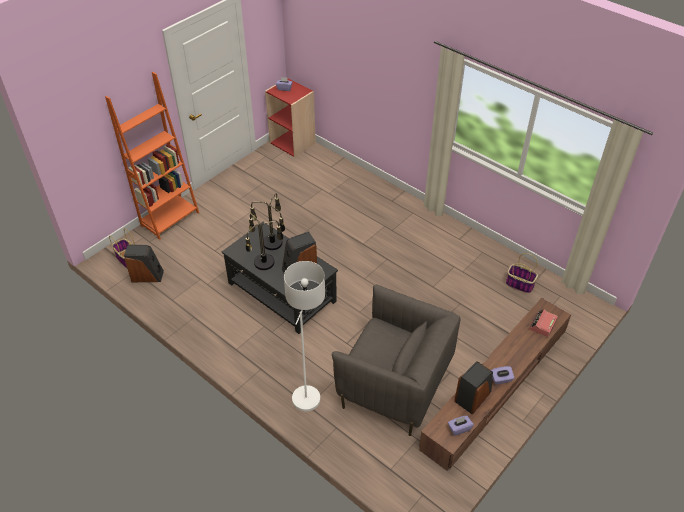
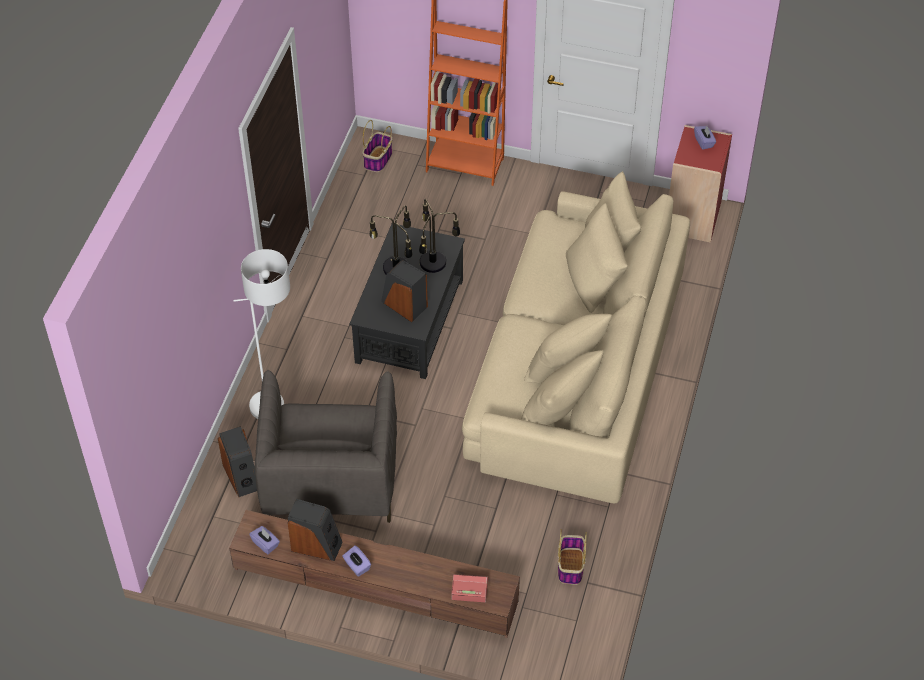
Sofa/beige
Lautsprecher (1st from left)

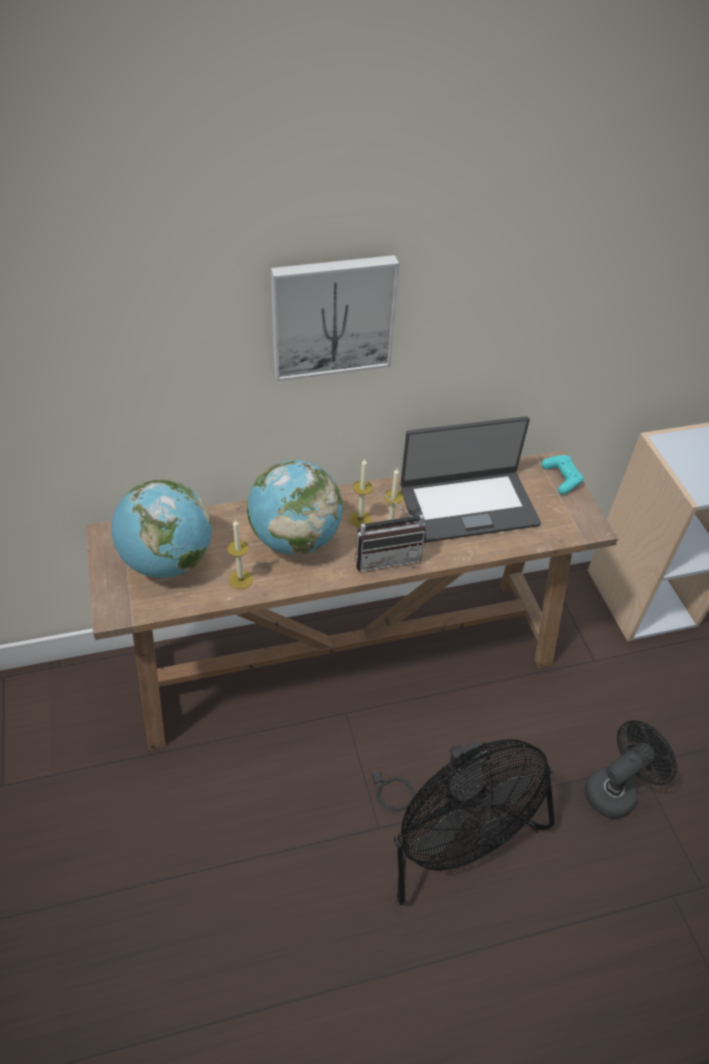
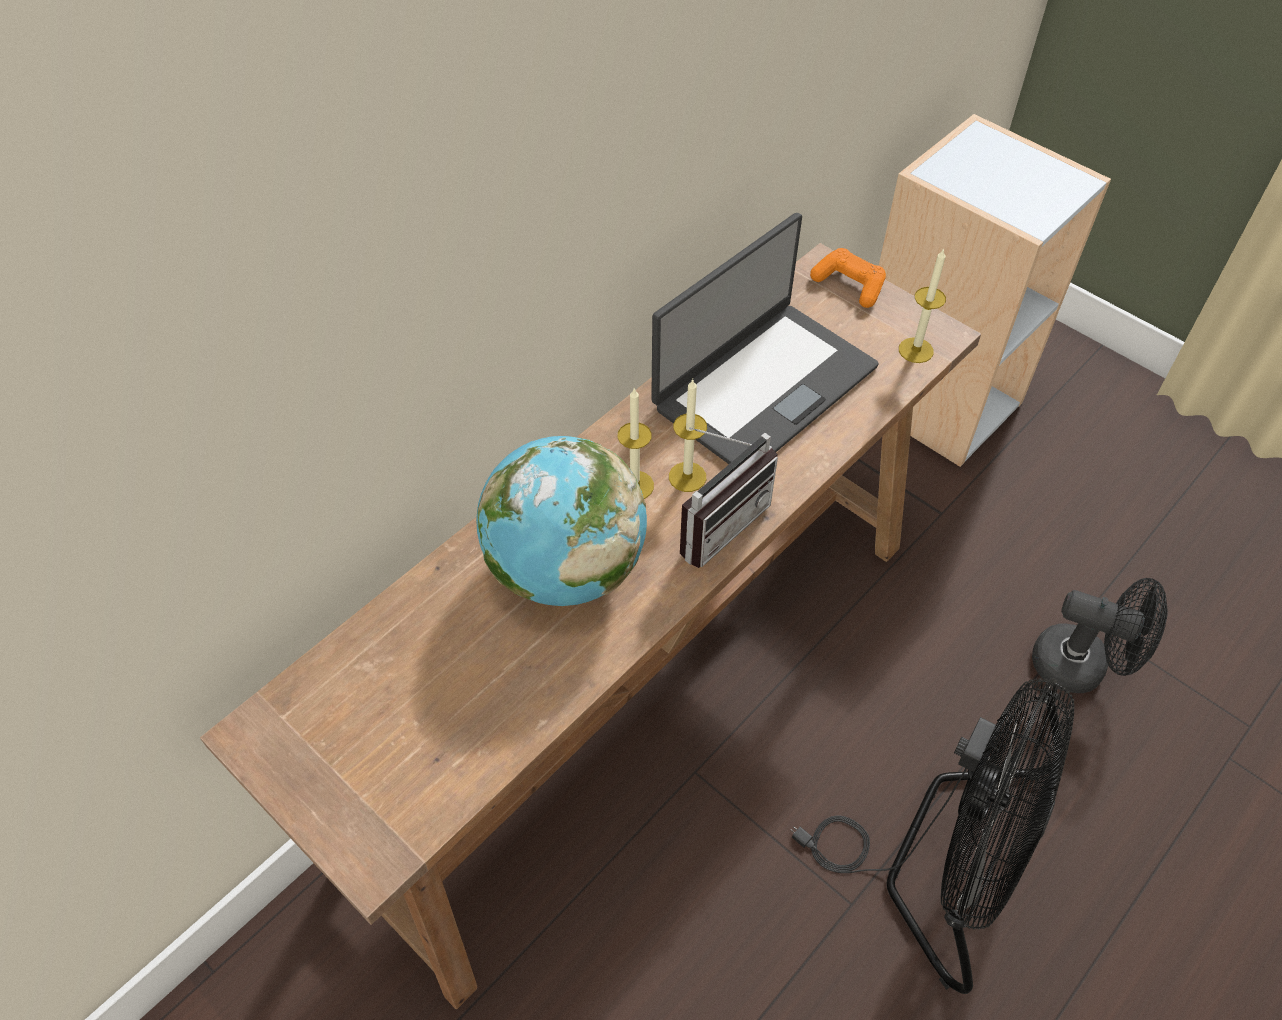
Globus (1st from left in the first image)
Bild
Kerze (3rd from left)
Gamepad/orange
Ventilator/schwarz (2nd from left)

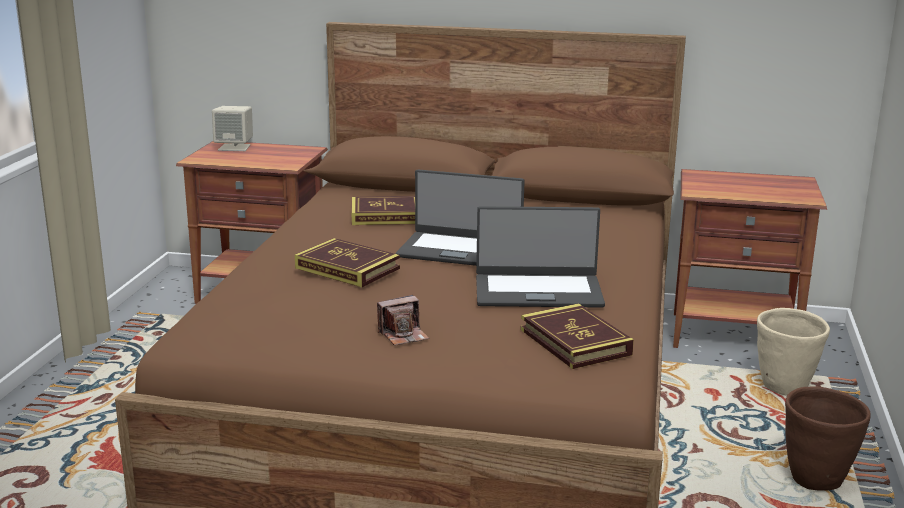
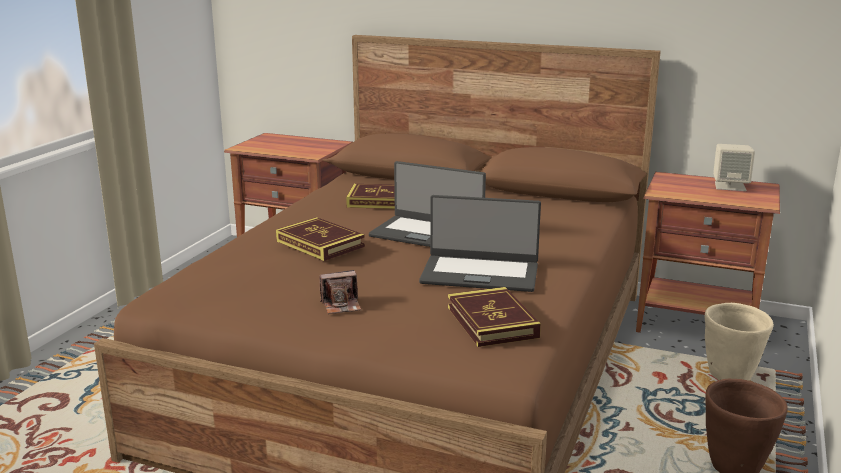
Lautsprecher/beige

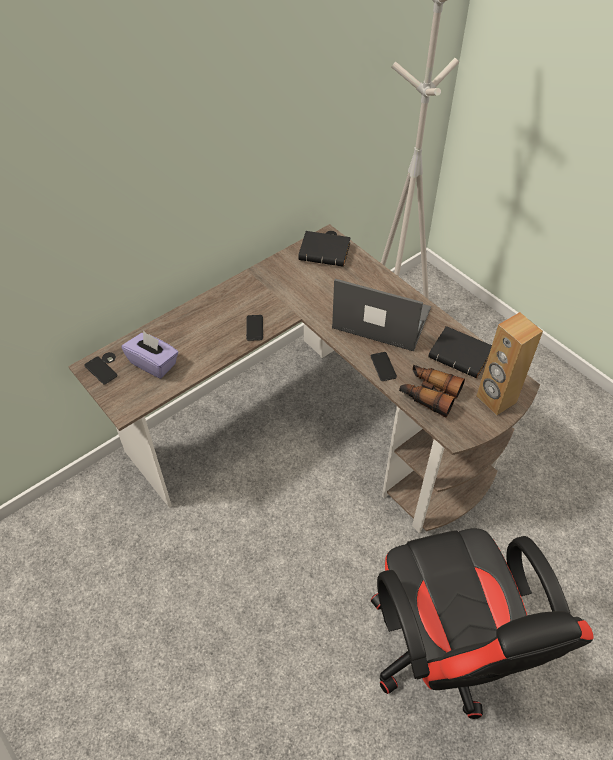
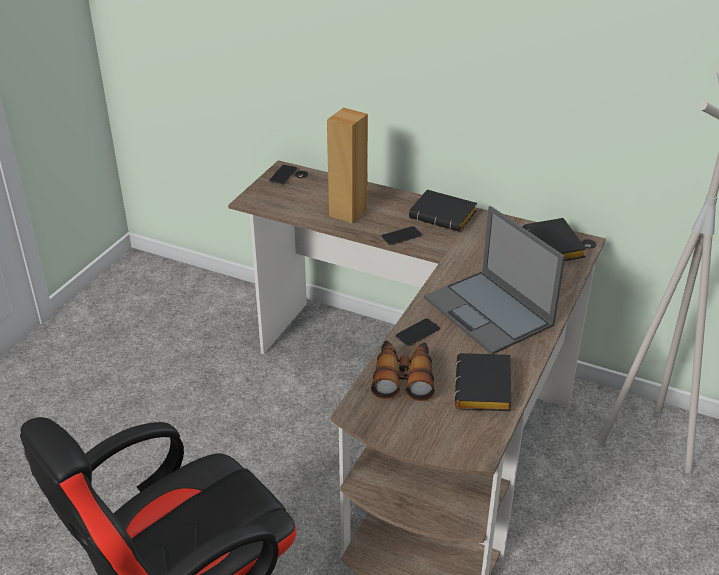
Taschentuchbox/lila
Buch/schwarz (1st from left)
Lautsprecher/braun
Laptop

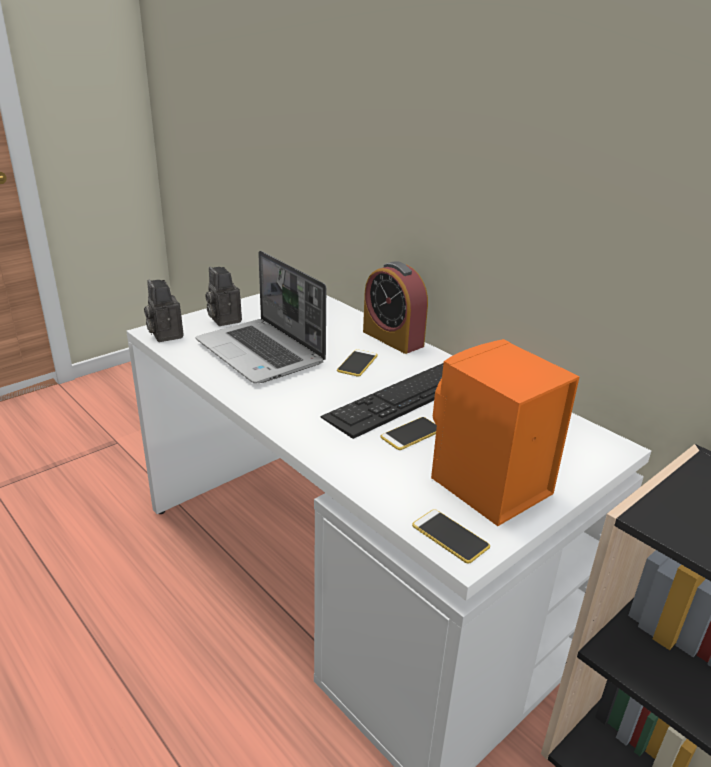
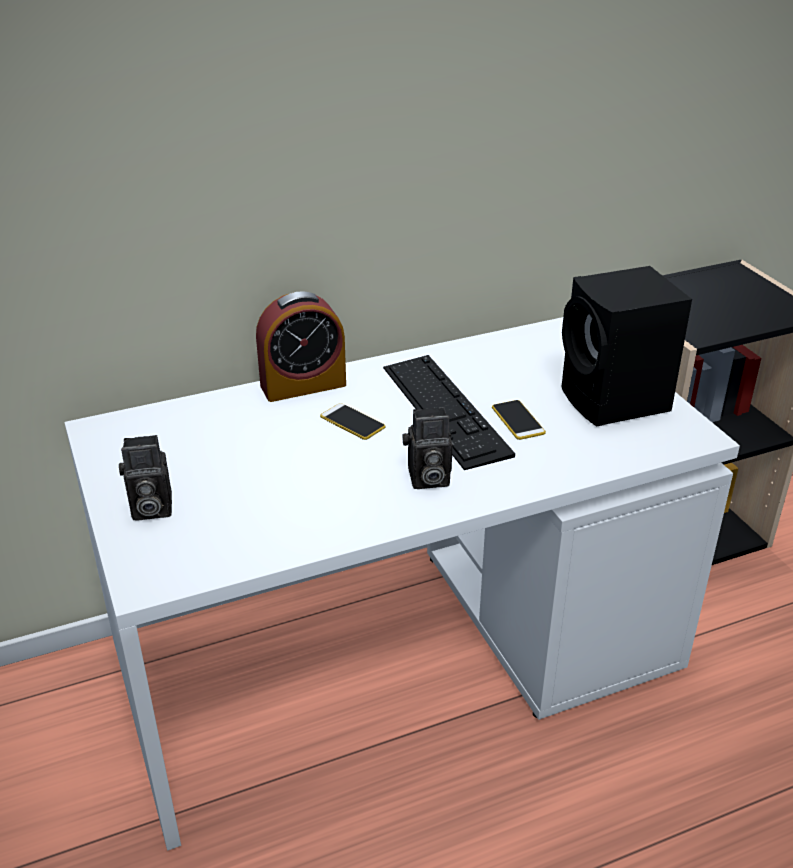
Laptop
Handy (3rd from left in the first image)
Kamera (2nd from left)
Lautsprecher/schwarz

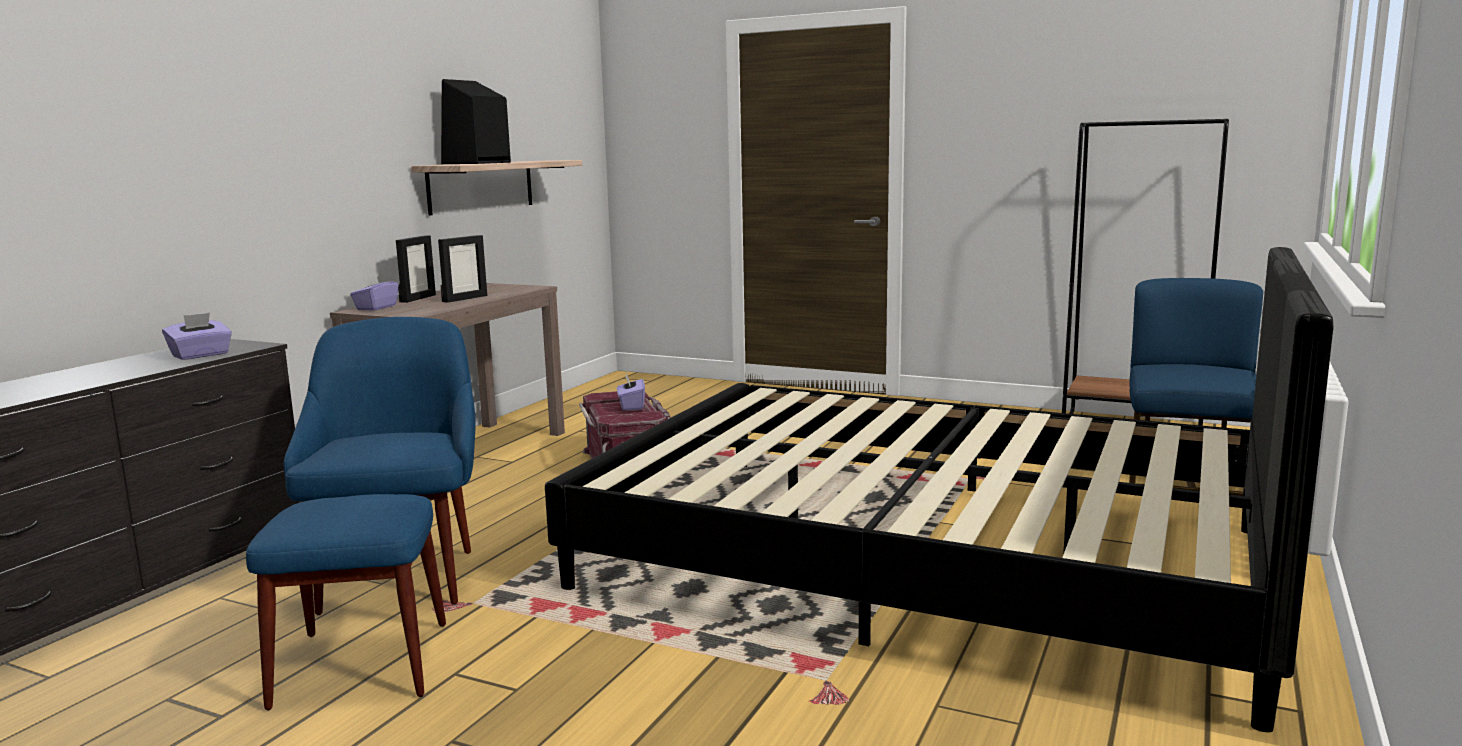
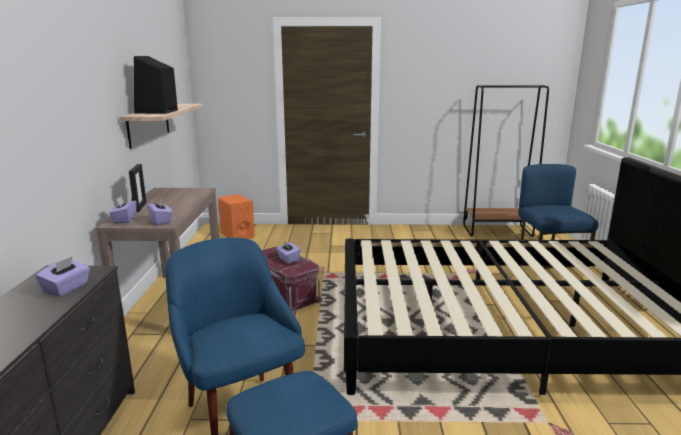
Bilderrahmen (2nd from left in the first image)
Taschentuchbox/lila (3rd from left)
Lautsprecher/orange

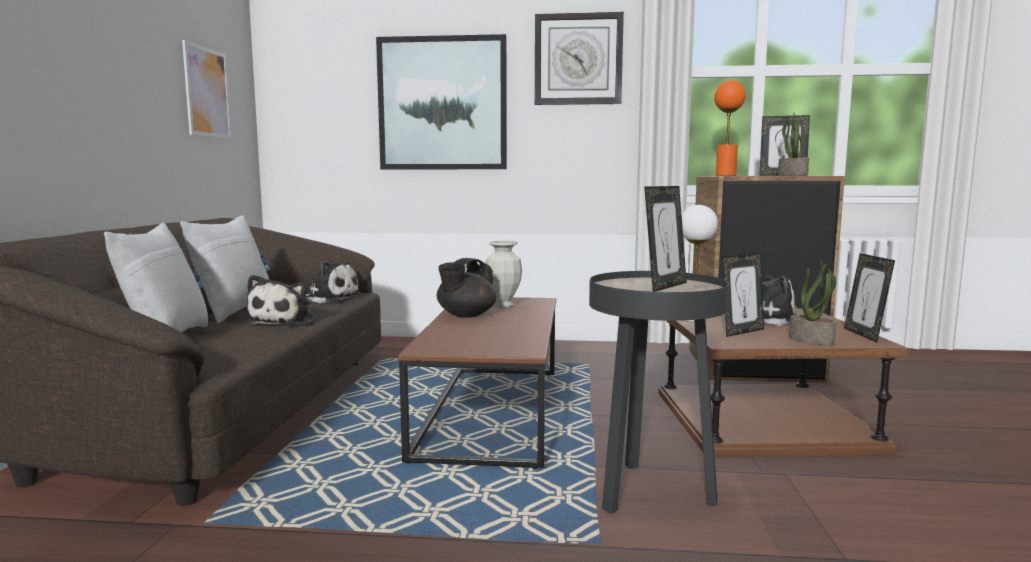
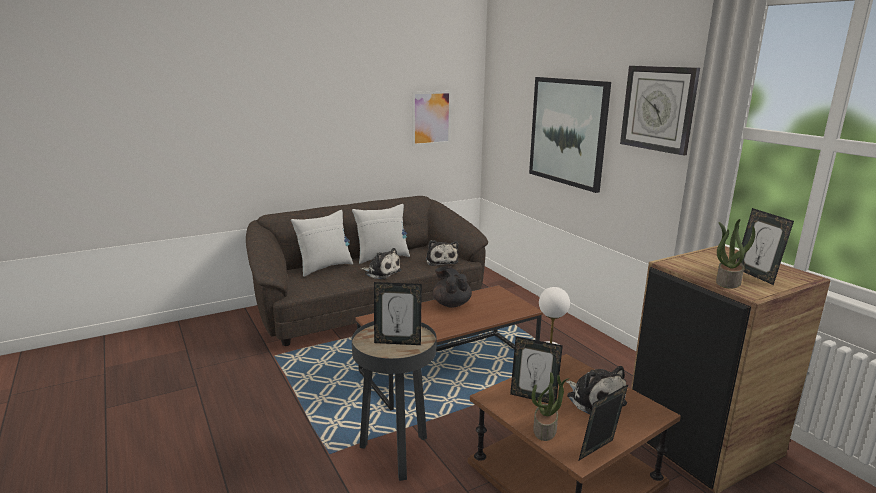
Vase
Tischlampe/orange
Plüschtier (1st from left)
Teekanne/schwarz

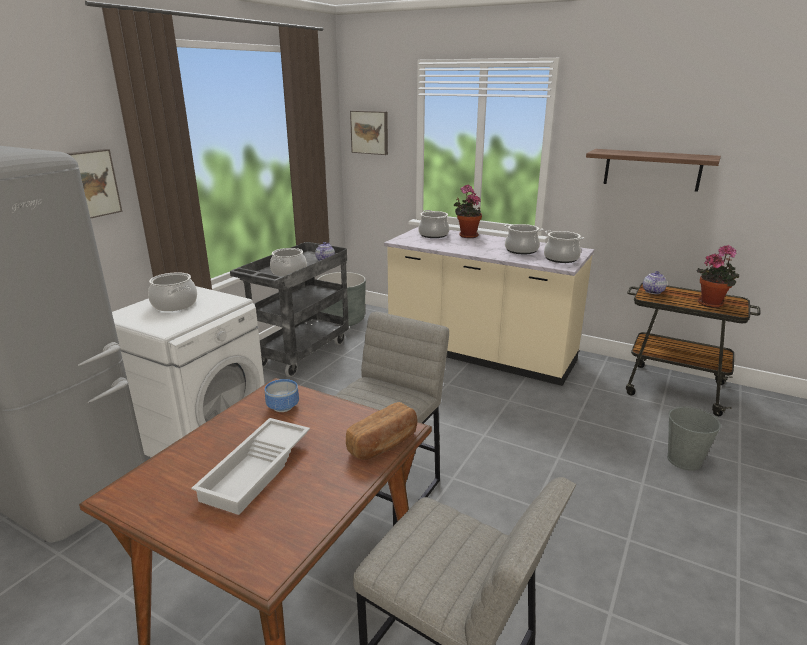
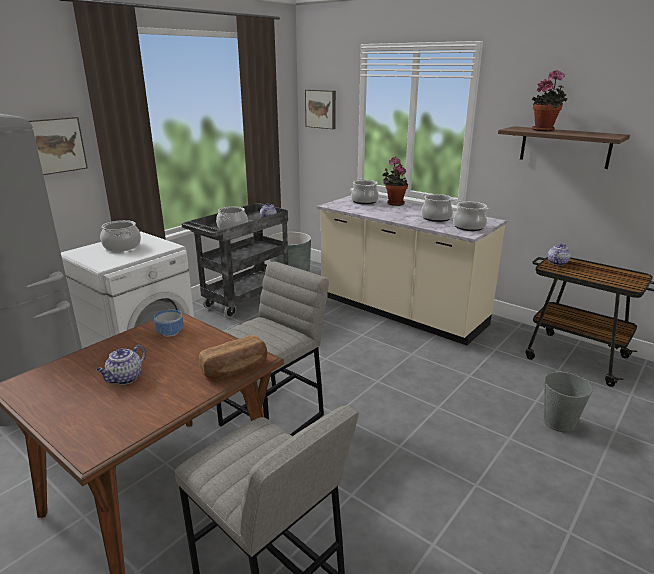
Topfpflanze (2nd from left)
Teekanne (1st from left)

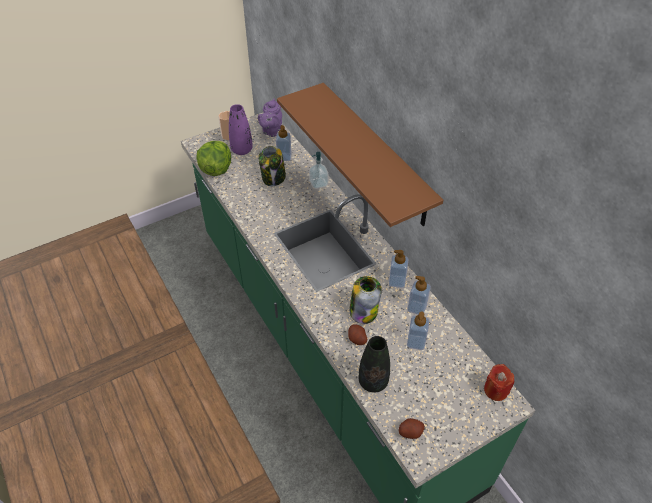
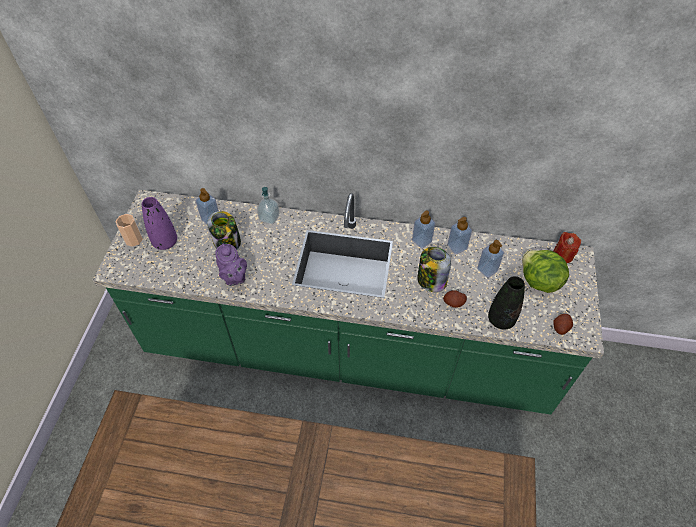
Wandregal/braun
Salatkopf
Teekanne/lila

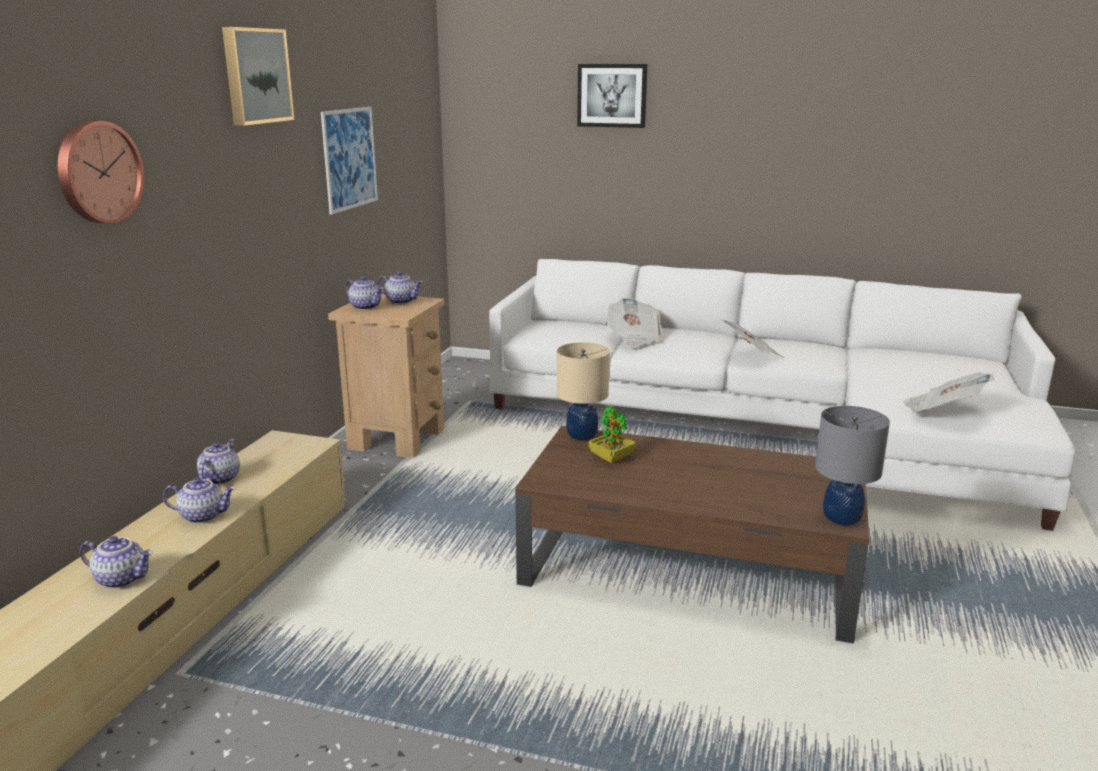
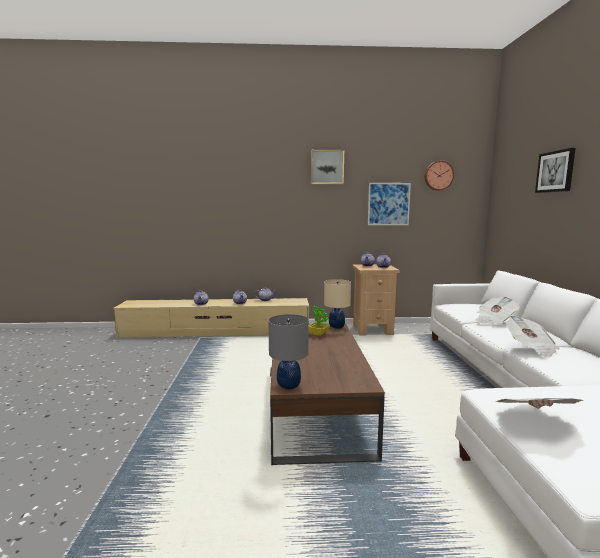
Wanduhr

